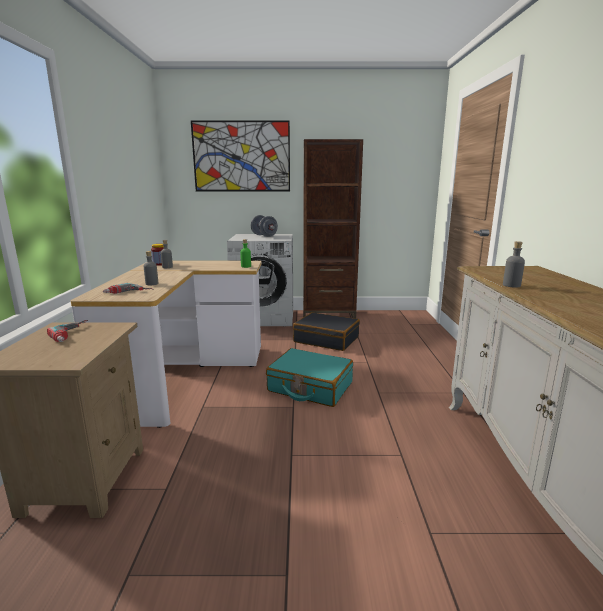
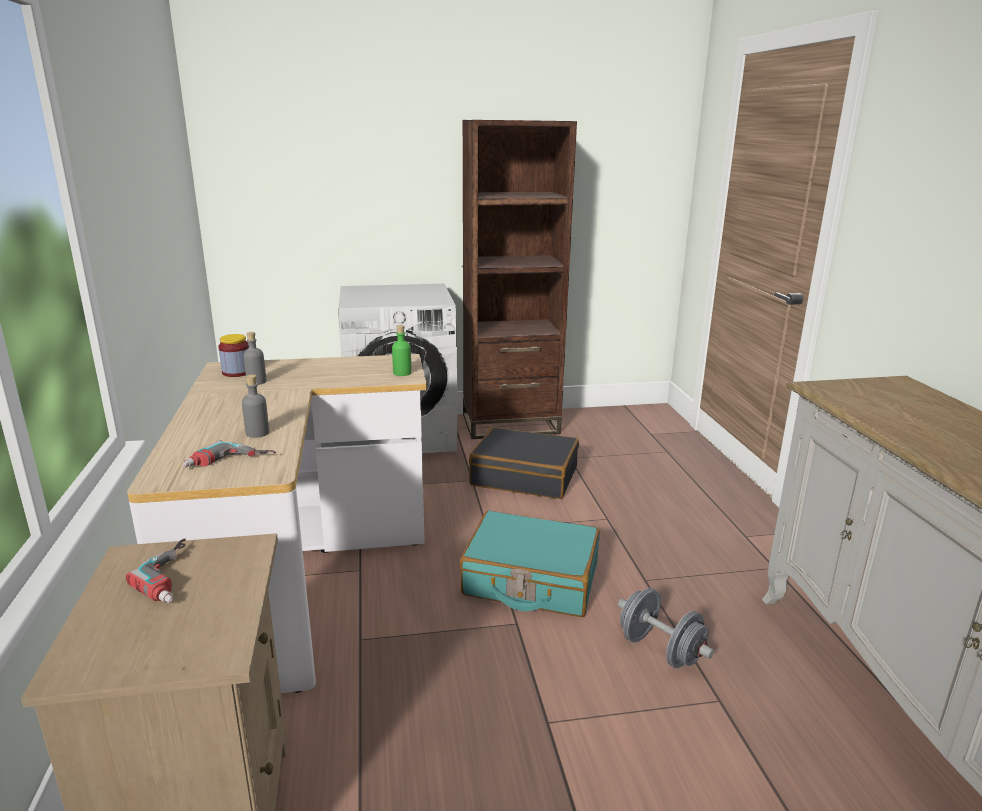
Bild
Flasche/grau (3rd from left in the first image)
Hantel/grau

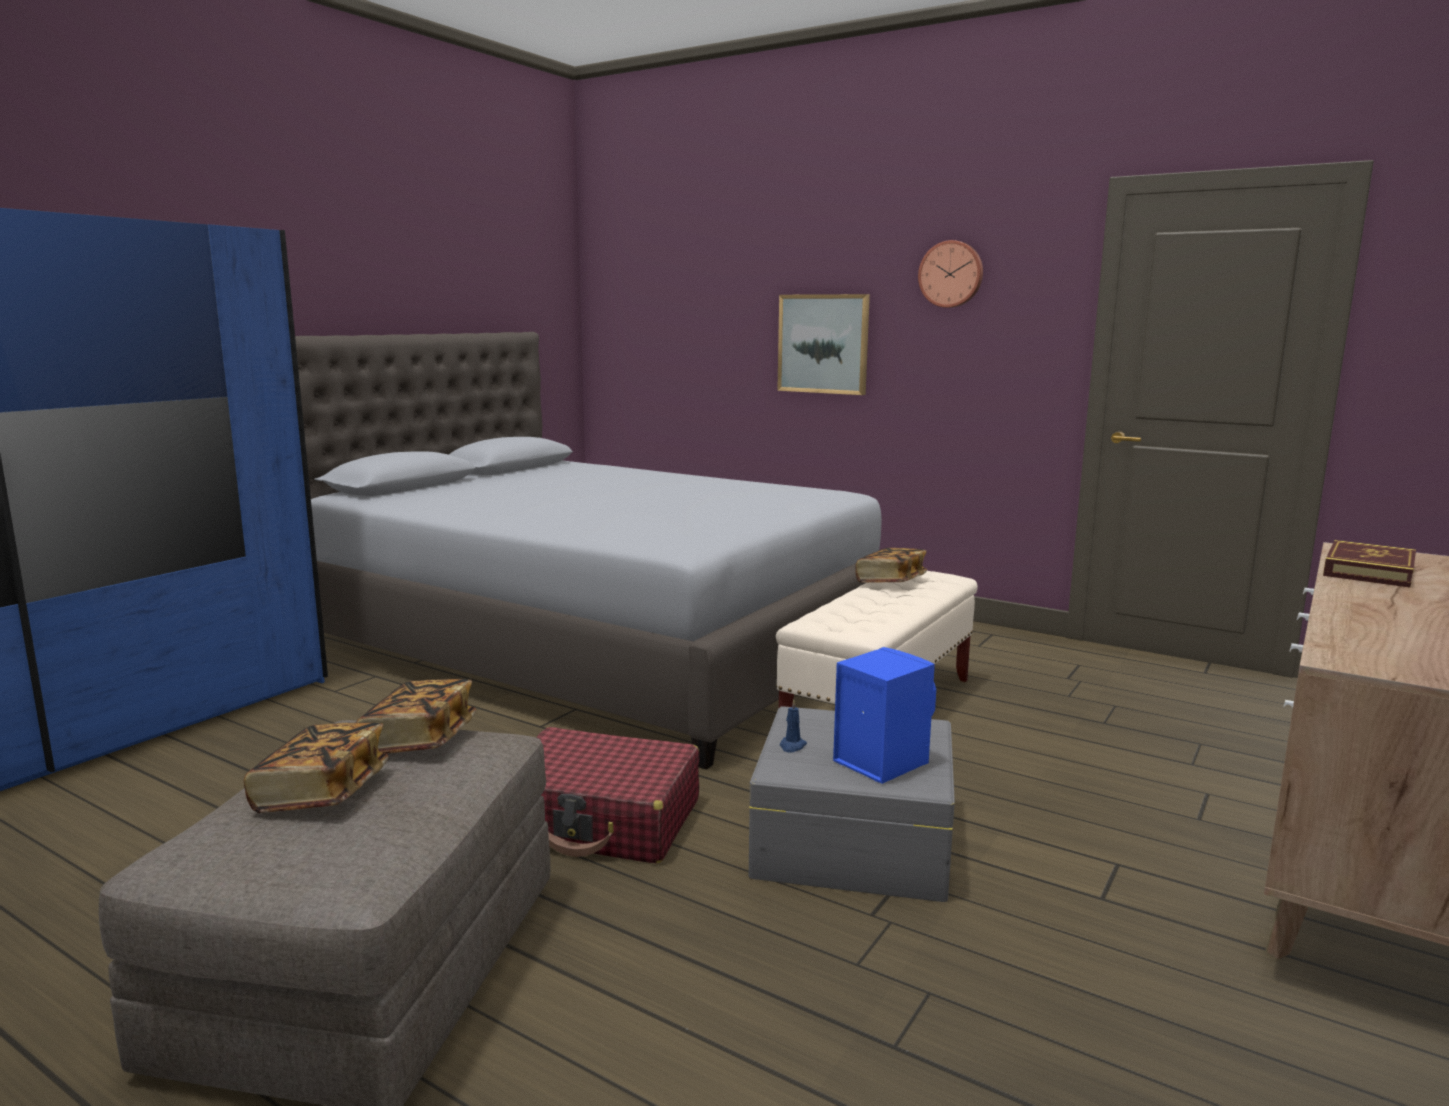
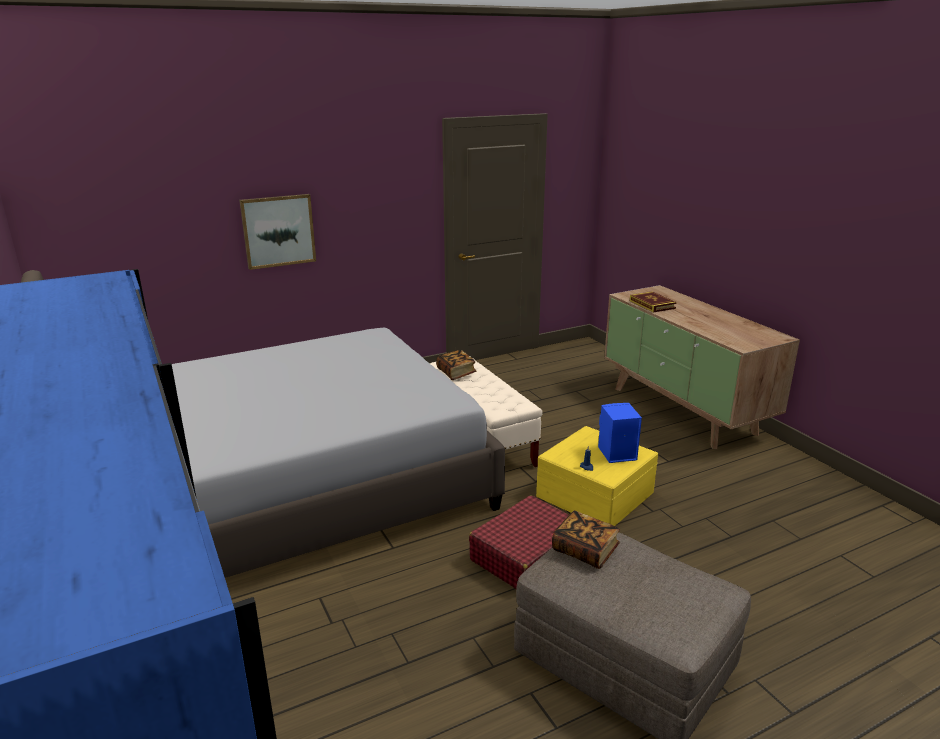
Buch (1st from left in the first image)
Wanduhr
Aufbewahrungsbox/gelb

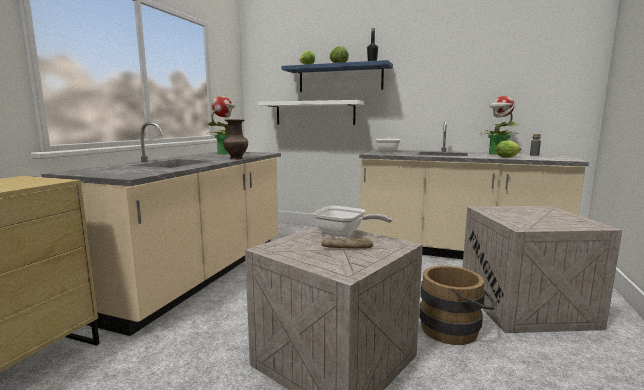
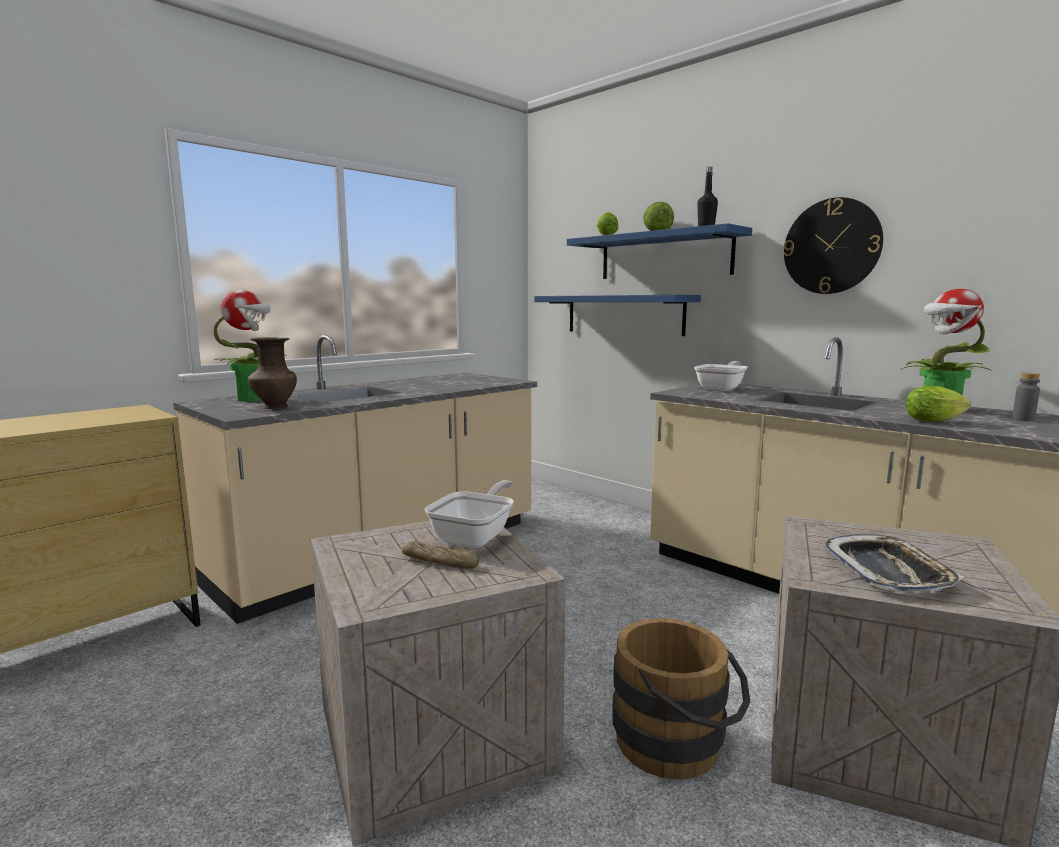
Wanduhr
Tablett
Topfpflanze (1st from left)
Vase/braun
Wandregal/blau (1st from left)
Pfanne (1st from left)

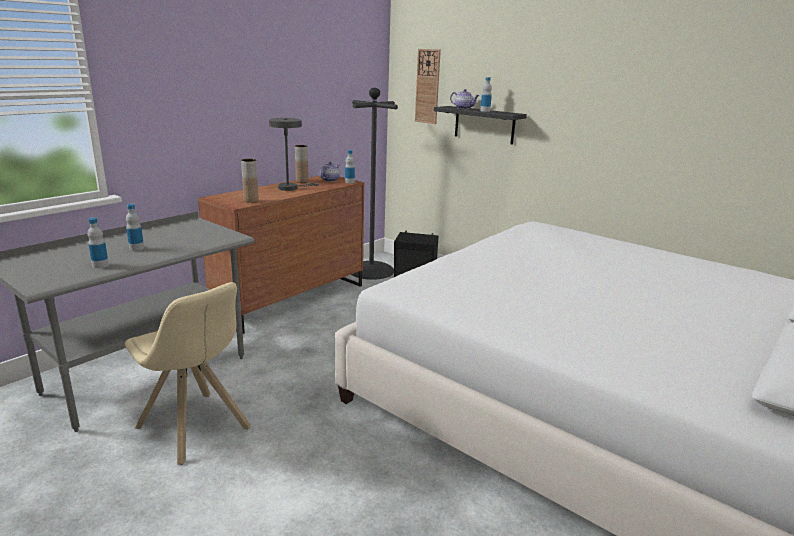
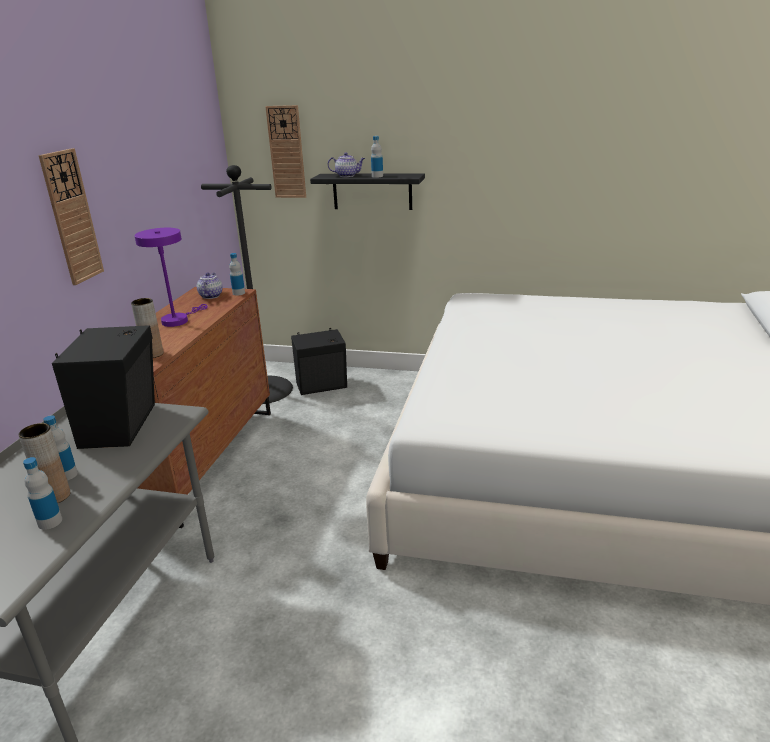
Stuhl/beige
Wanduhr (1st from left)
Lautsprecher/schwarz (1st from left)
Vase/braun (1st from left)
Tischlampe/lila

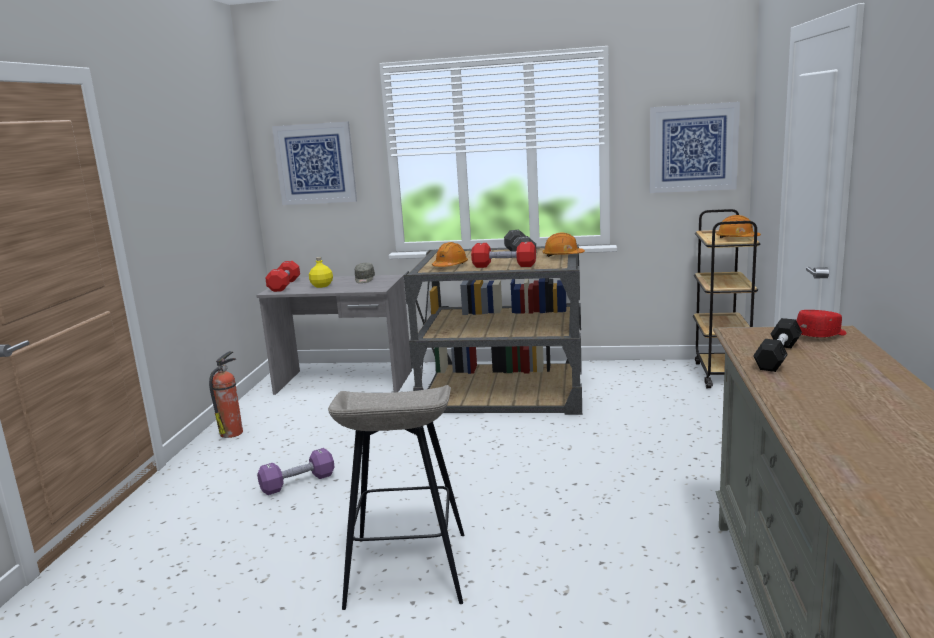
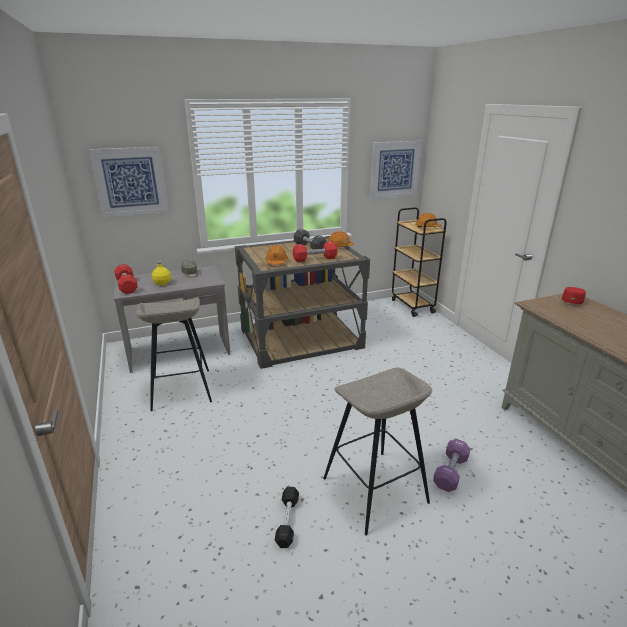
Feuerlöscher
Hocker/grau (1st from left)
Hantel/lila
Hantel/schwarz (1st from left)

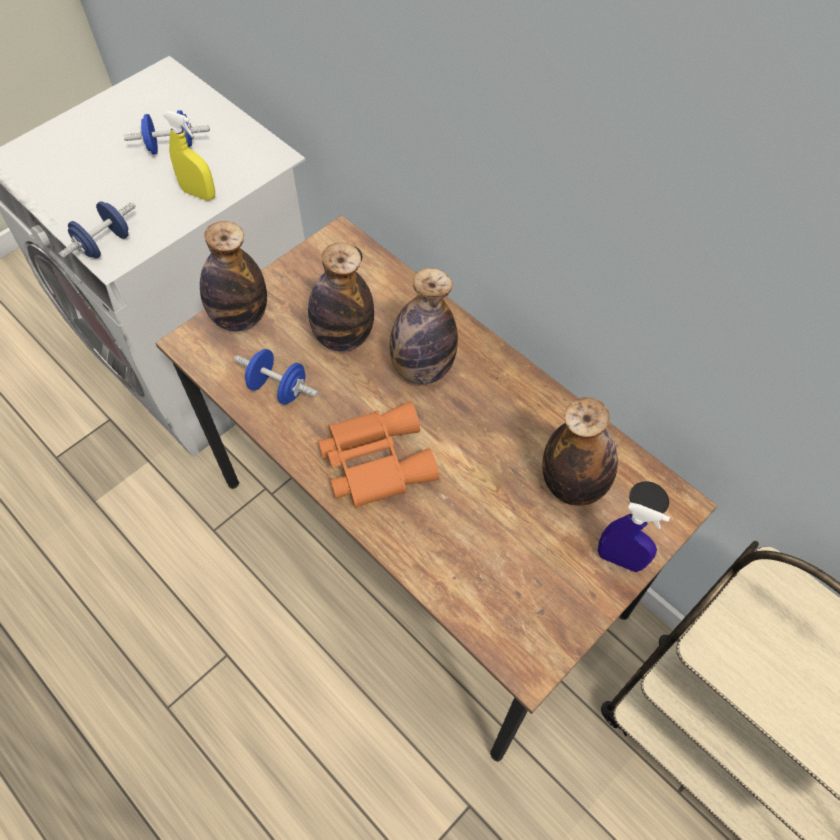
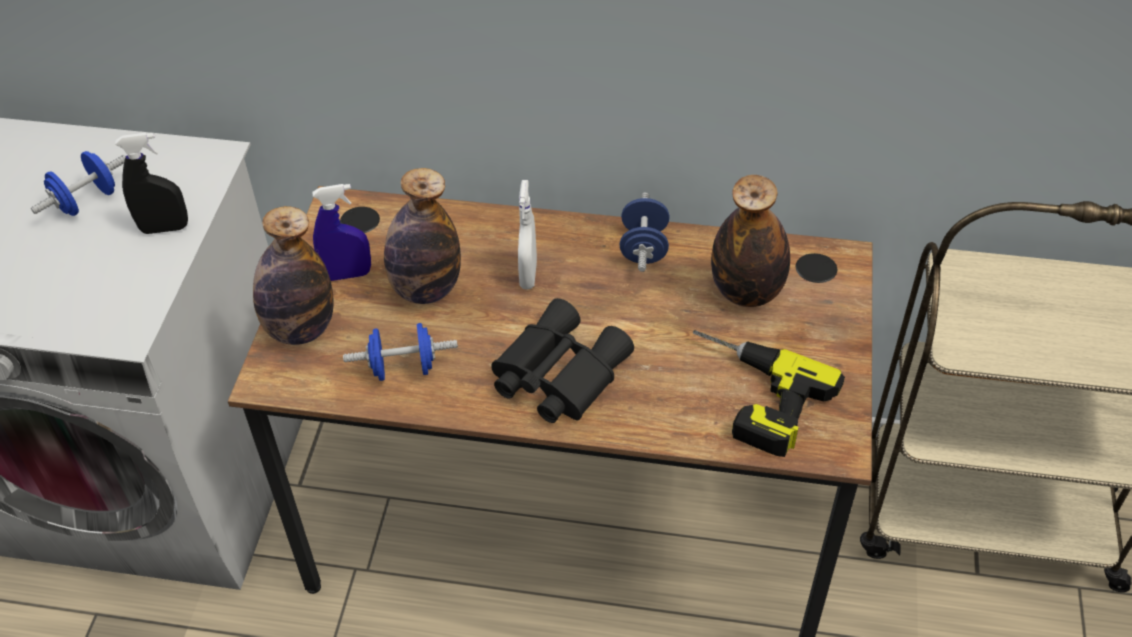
Bohrmaschine
Hantel/blau (3rd from left)
Sprühflasche/blau
Sprühflasche/weiß
Sprühflasche/schwarz
Fernglas/schwarz

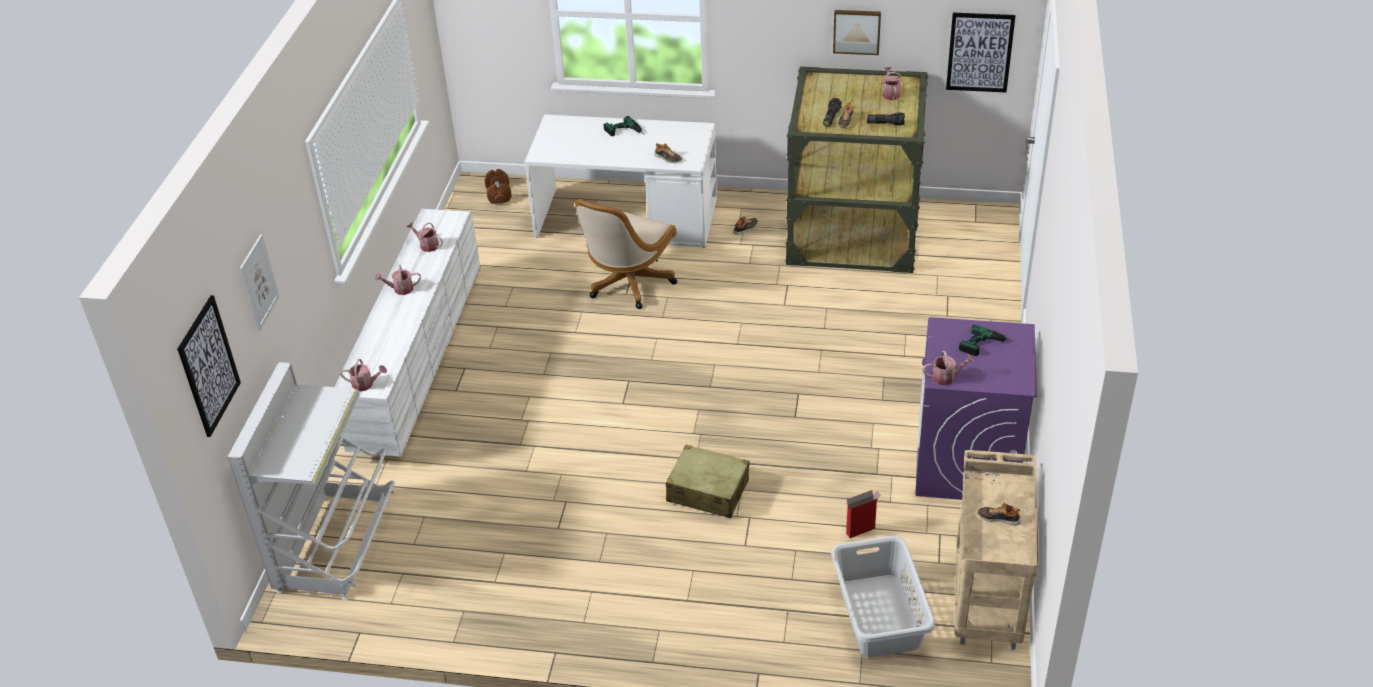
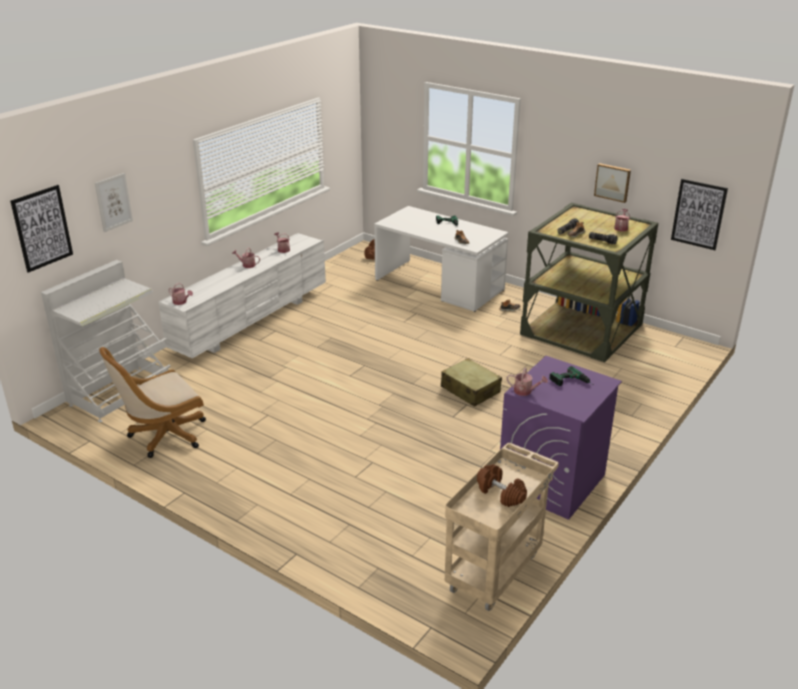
Wäschekorb/grau
Karton
Bürostuhl
Koffer/beige
Hantel/braun (2nd from left)

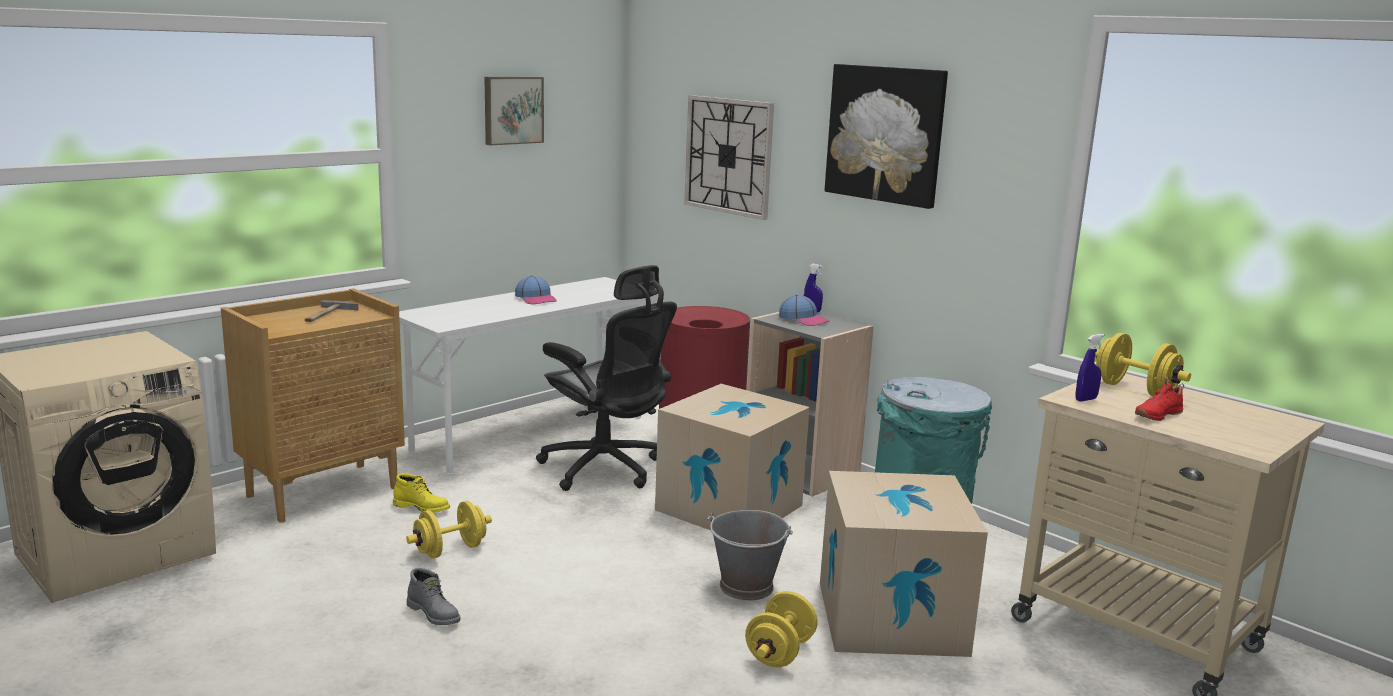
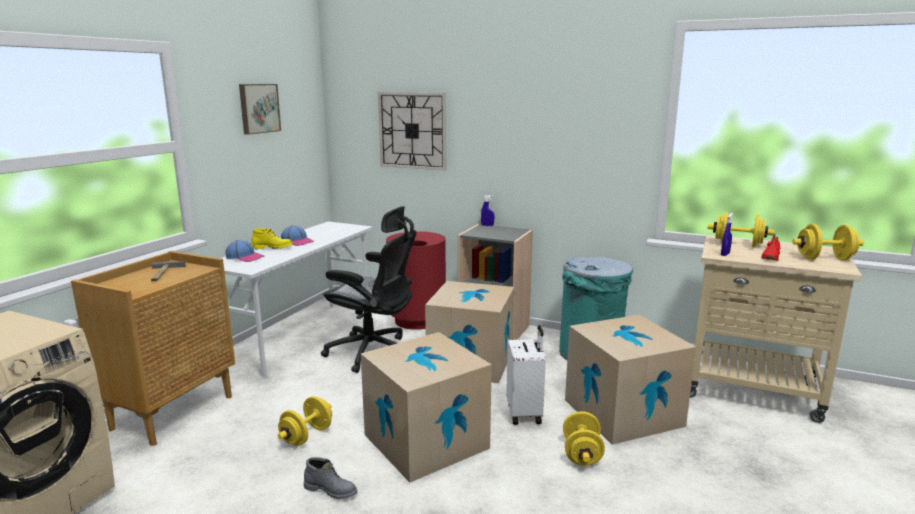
Bild (2nd from left in the first image)
Karton (1st from left)
Hantel/gelb (4th from left)
Stiefel/gelb
Kappe (1st from left)
Koffer/weiß

